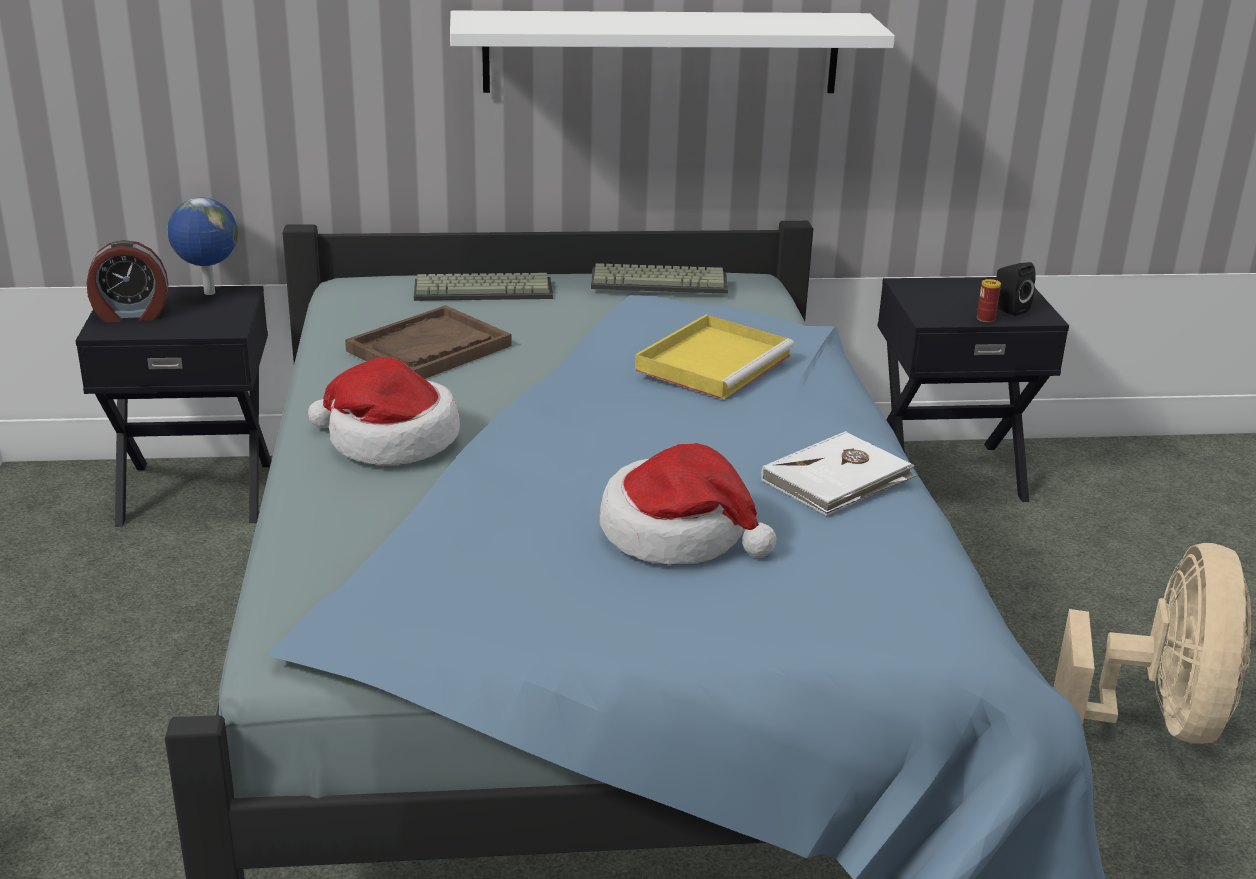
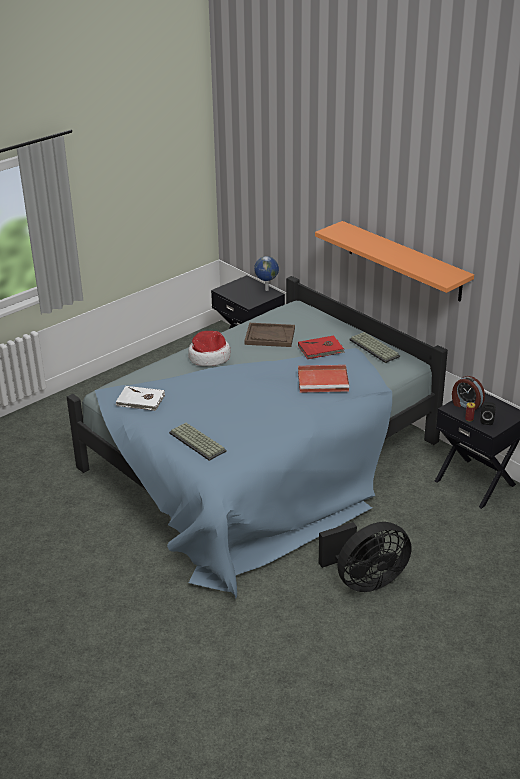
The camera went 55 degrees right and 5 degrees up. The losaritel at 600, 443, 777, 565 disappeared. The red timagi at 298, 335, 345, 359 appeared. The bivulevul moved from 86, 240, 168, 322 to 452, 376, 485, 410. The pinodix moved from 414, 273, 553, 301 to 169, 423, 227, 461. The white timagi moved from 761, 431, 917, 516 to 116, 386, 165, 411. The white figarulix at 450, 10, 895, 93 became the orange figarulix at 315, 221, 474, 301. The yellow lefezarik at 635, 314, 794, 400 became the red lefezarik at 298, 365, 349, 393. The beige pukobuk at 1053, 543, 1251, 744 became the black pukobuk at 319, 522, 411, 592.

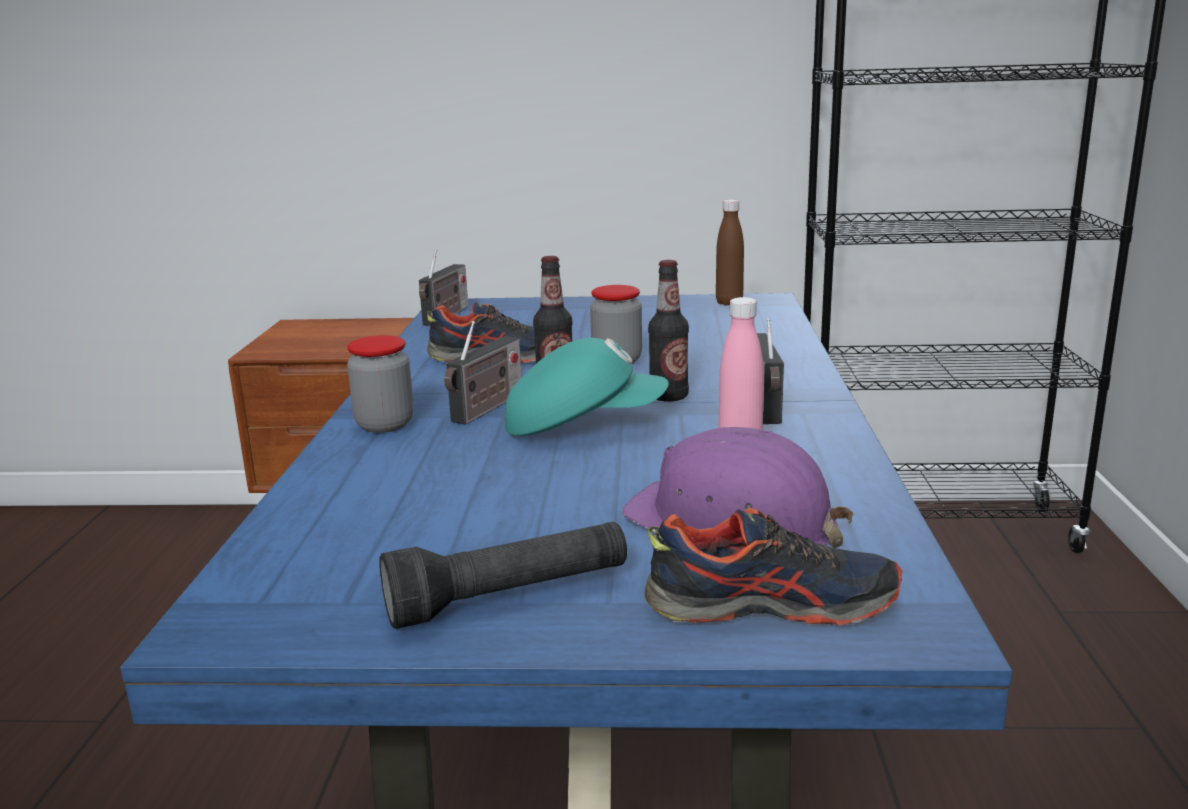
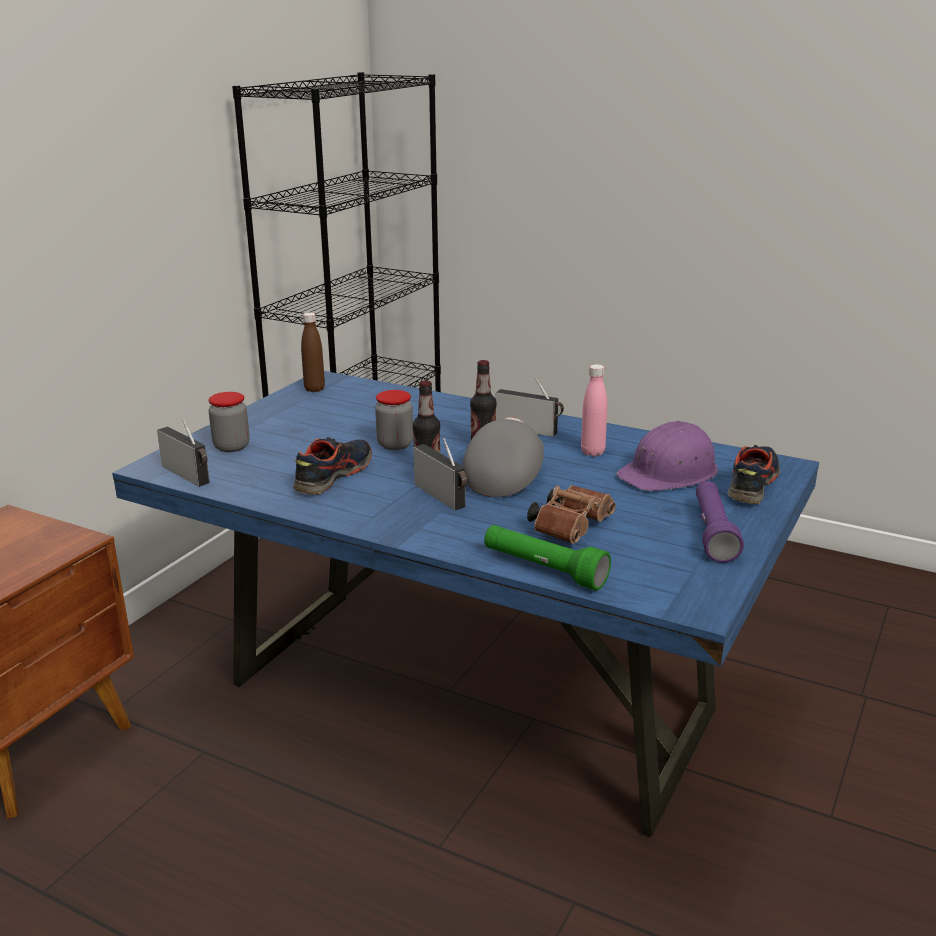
The camera went 65 degrees left and 5 degrees up. The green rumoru at 484, 525, 611, 591 appeared. The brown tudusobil at 527, 485, 616, 544 appeared. The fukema moved from 347, 335, 414, 433 to 208, 392, 250, 452. The black rumoru at 379, 522, 627, 629 became the purple rumoru at 696, 481, 744, 563. The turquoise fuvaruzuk at 505, 338, 669, 436 became the grey fuvaruzuk at 463, 417, 544, 497.

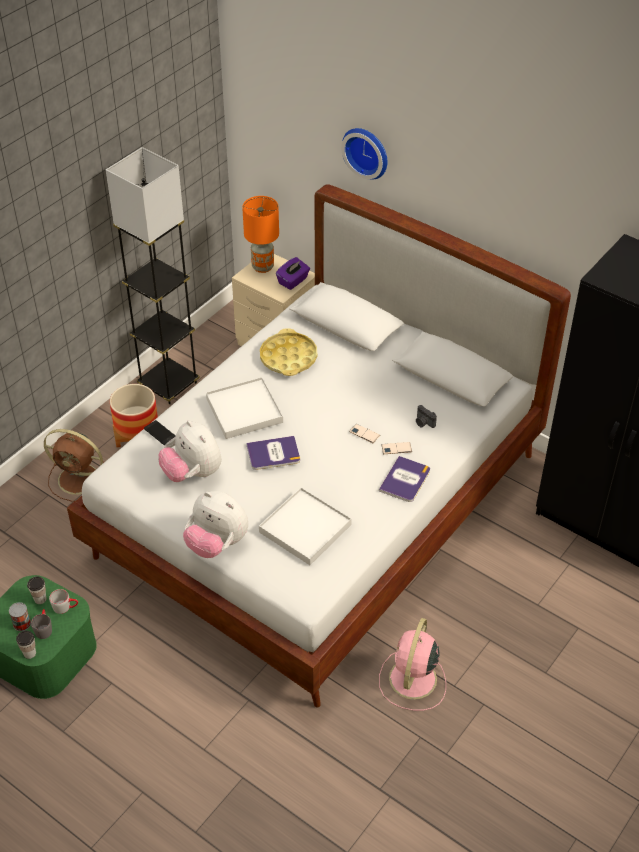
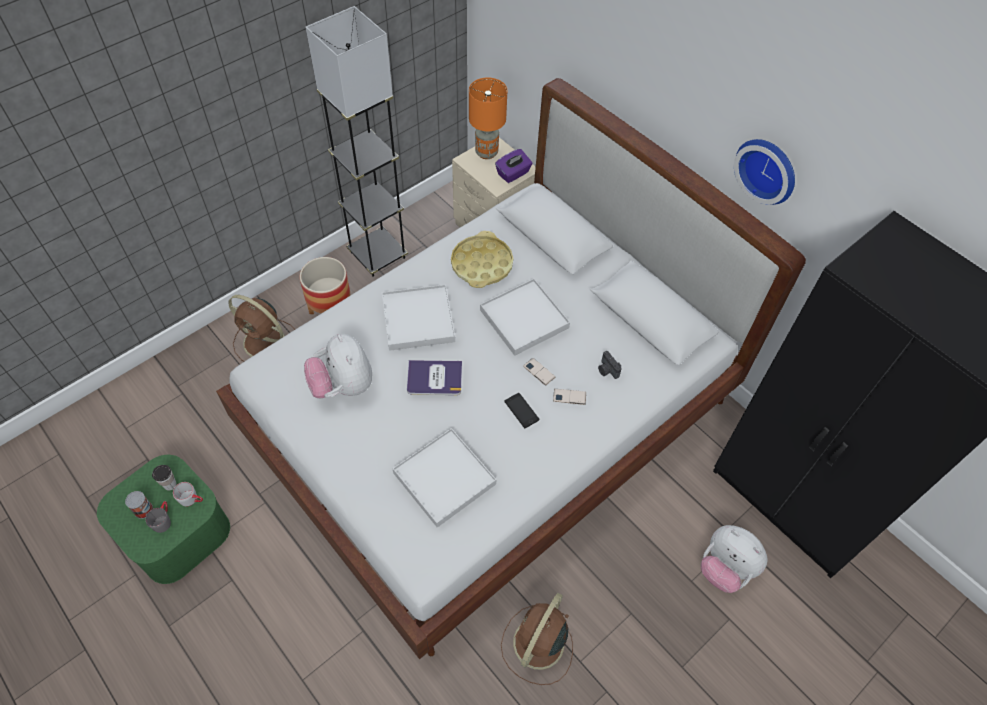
The camera went 10 degrees right and 10 degrees up. The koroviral at 16, 631, 36, 659 disappeared. The timagi at 379, 456, 430, 502 disappeared. The white lefezarik at 480, 278, 570, 356 appeared. The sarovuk moved from 144, 420, 176, 445 to 504, 393, 539, 428. The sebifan moved from 183, 491, 248, 558 to 701, 525, 768, 593. The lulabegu moved from 341, 128, 388, 179 to 734, 139, 795, 205. The pink pukobuk at 379, 618, 446, 711 became the brown pukobuk at 501, 593, 573, 685.

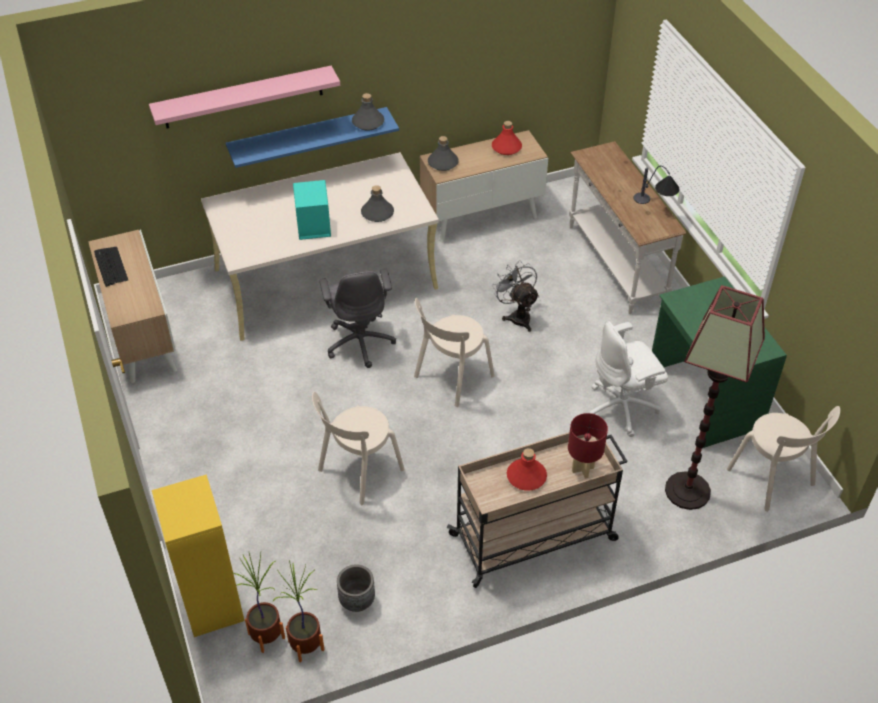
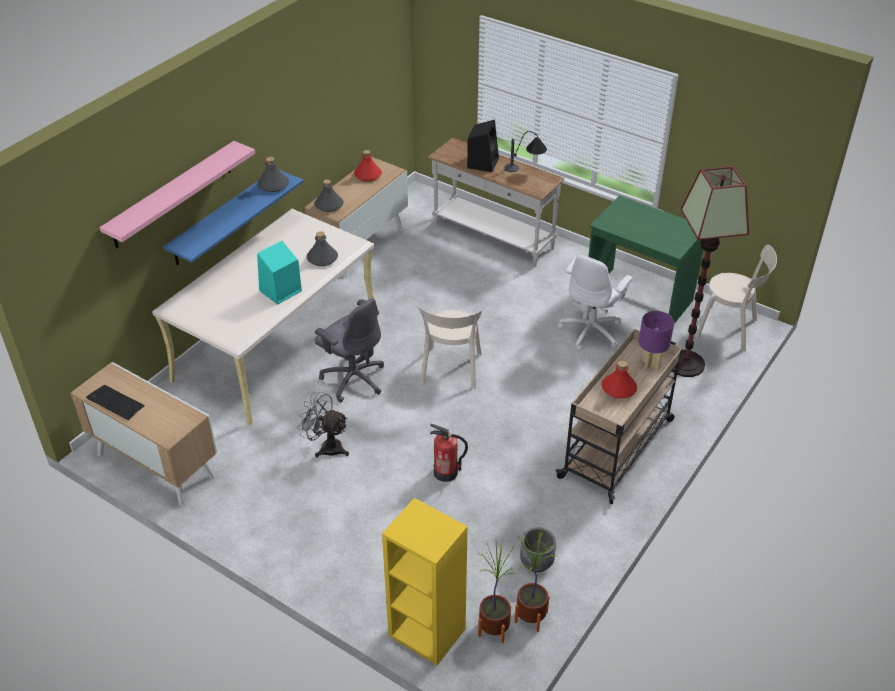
The camera went 35 degrees left and 5 degrees down. The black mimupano at 467, 120, 499, 172 appeared. The grey pukobuk moved from 492, 261, 539, 332 to 297, 392, 349, 458. The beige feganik at 312, 391, 405, 505 was replaced by the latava at 430, 424, 468, 482. The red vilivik at 568, 413, 608, 479 became the purple vilivik at 639, 311, 674, 370.

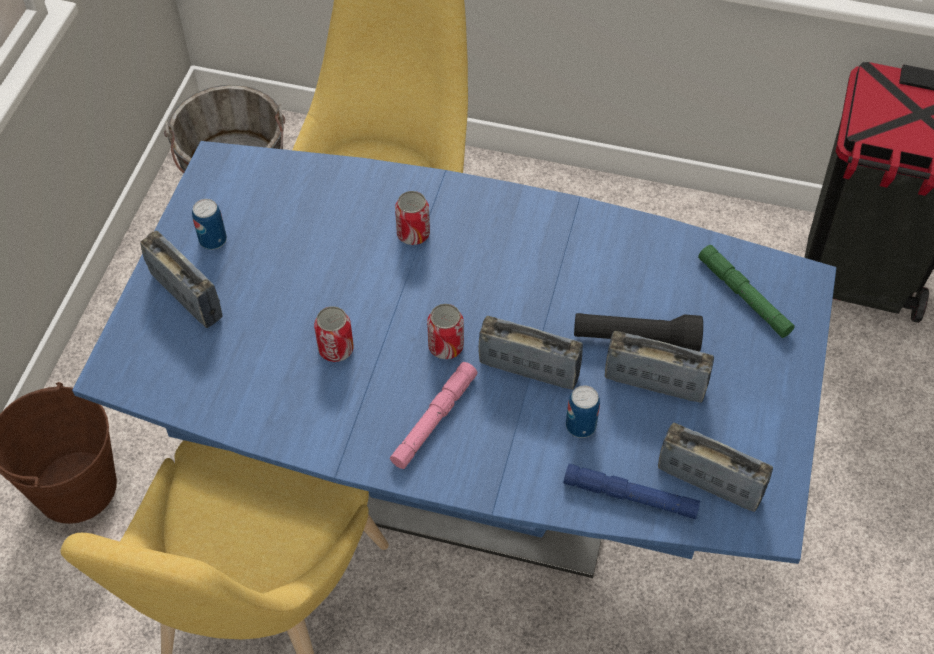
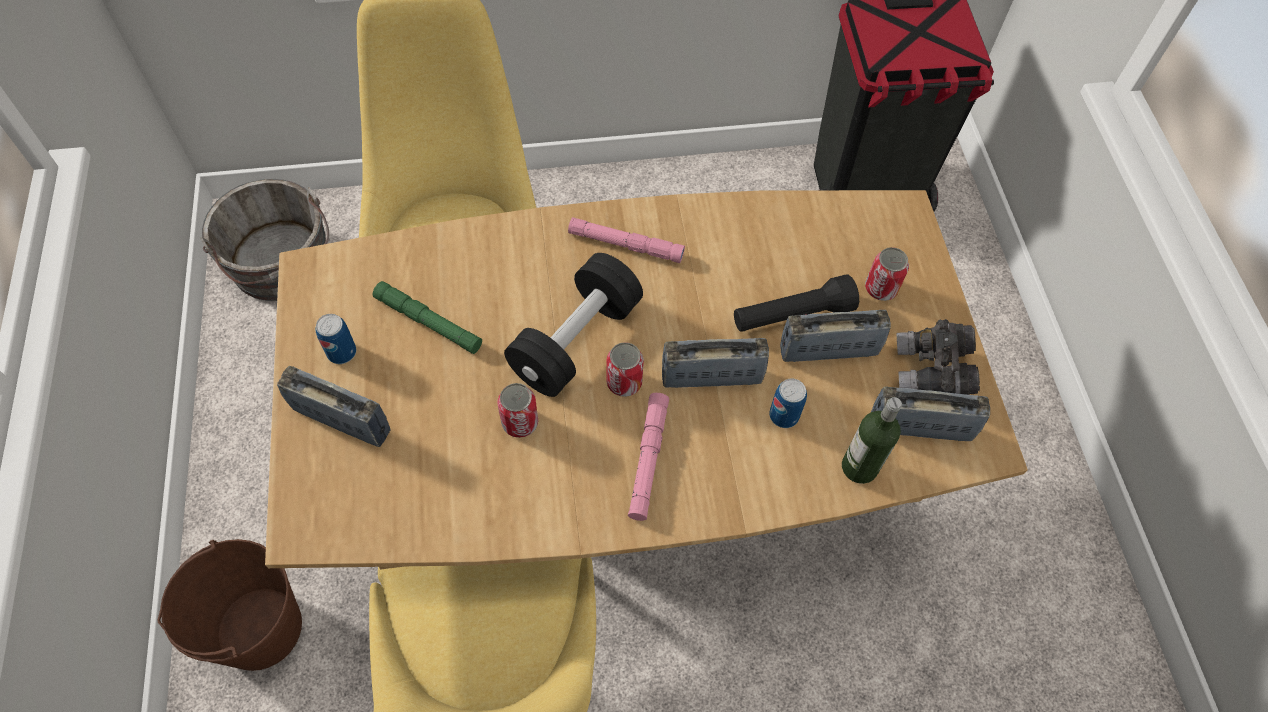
The camera went 25 degrees left and 5 degrees up. The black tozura at 504, 253, 643, 397 appeared. The pink rumoru at 568, 217, 685, 263 appeared. The grey tudusobil at 896, 319, 980, 395 appeared. The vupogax moved from 395, 191, 430, 245 to 865, 247, 909, 301. The green rumoru moved from 698, 245, 795, 338 to 373, 281, 482, 354. The blue rumoru at 563, 464, 700, 519 was replaced by the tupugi at 842, 397, 902, 484. The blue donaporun at 72, 141, 836, 578 became the brown donaporun at 265, 190, 1028, 569.

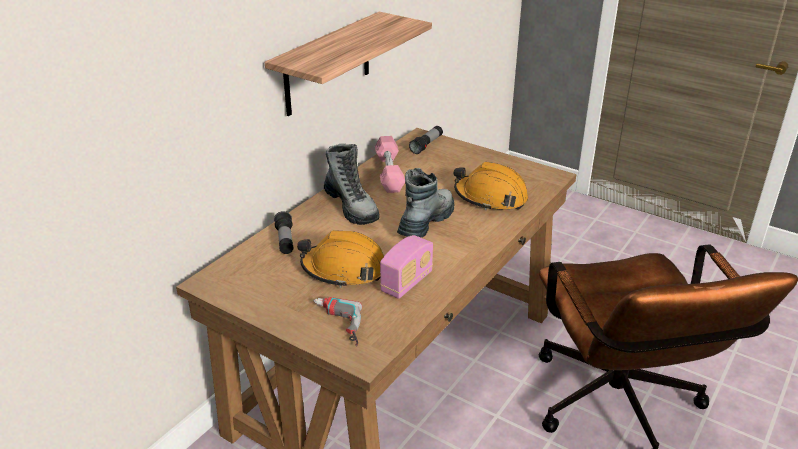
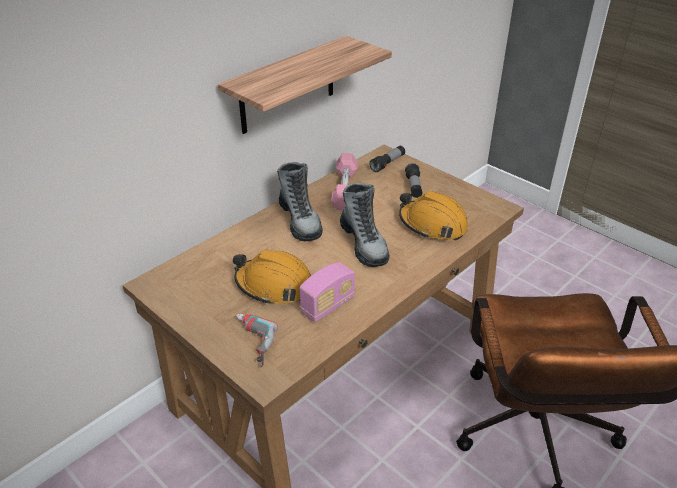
The camera went 10 degrees right and 5 degrees up. The rumoru moved from 274, 211, 293, 254 to 405, 163, 422, 198. The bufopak at 397, 168, 454, 238 turned 120 degrees clockwise.

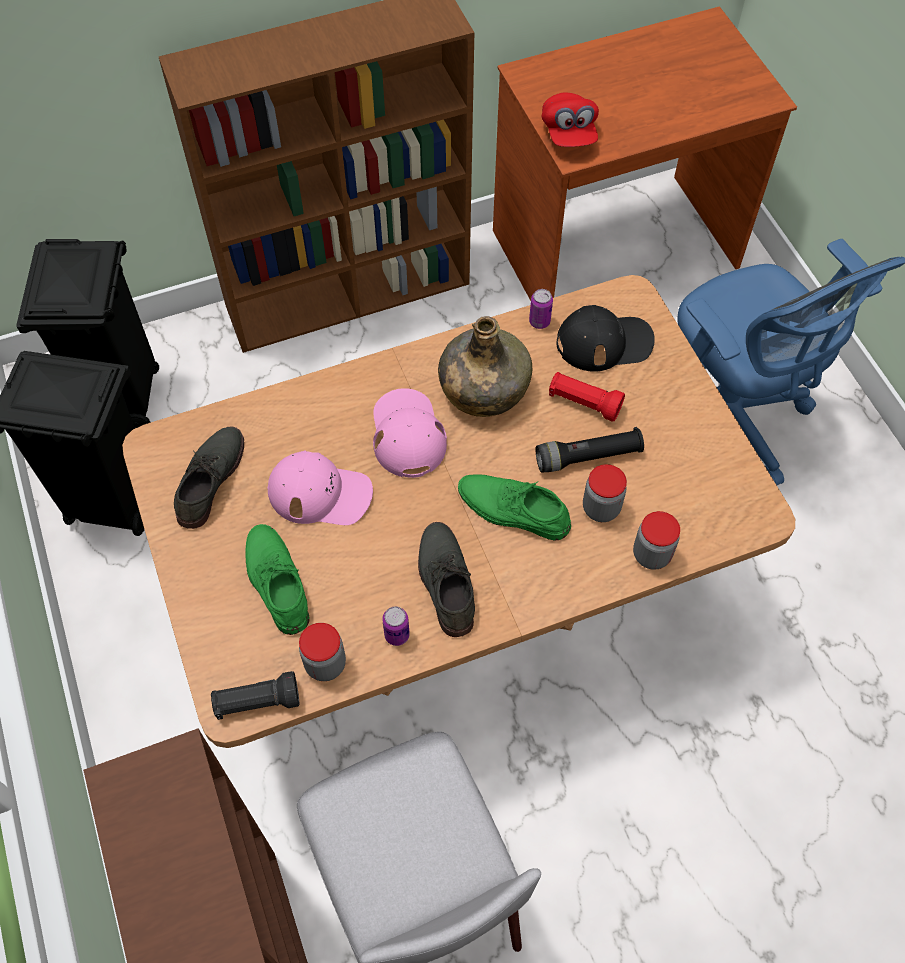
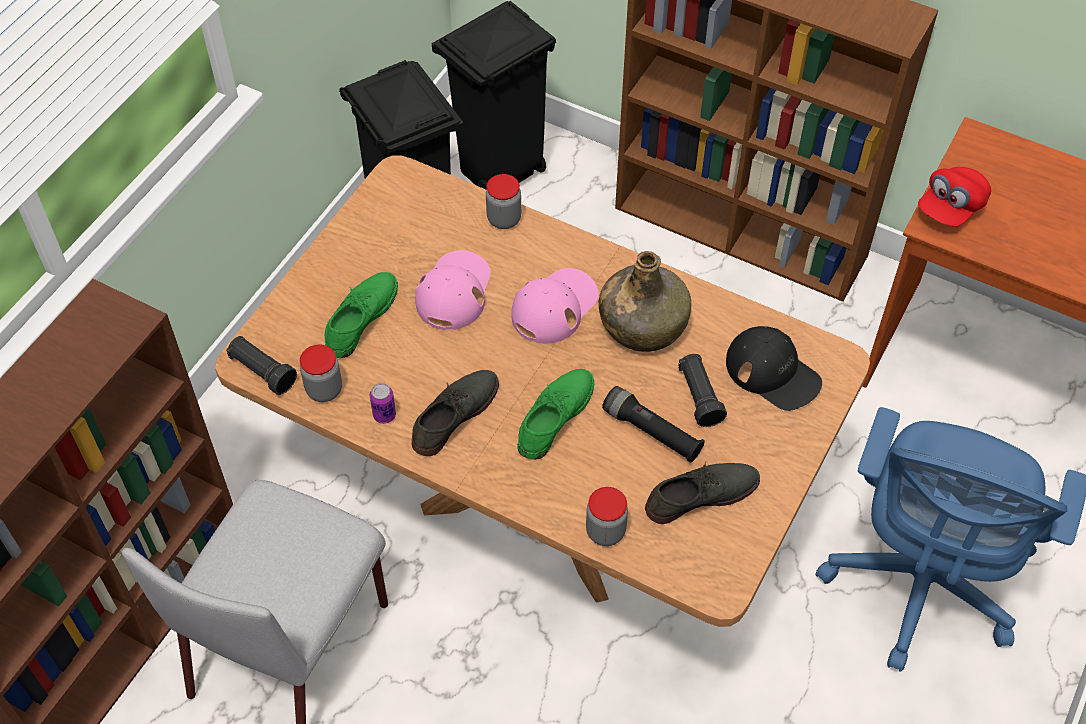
The camera went 50 degrees right and 5 degrees down. The vupogax at 529, 289, 553, 329 disappeared. The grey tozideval moved from 174, 426, 244, 529 to 645, 462, 760, 524. The fukema moved from 583, 464, 627, 522 to 486, 174, 521, 229. The red rumoru at 549, 372, 625, 422 became the black rumoru at 678, 354, 727, 427. The pink fuvaruzuk at 268, 450, 373, 525 turned 135 degrees counterclockwise. The green tozideval at 458, 474, 571, 540 turned 45 degrees clockwise.

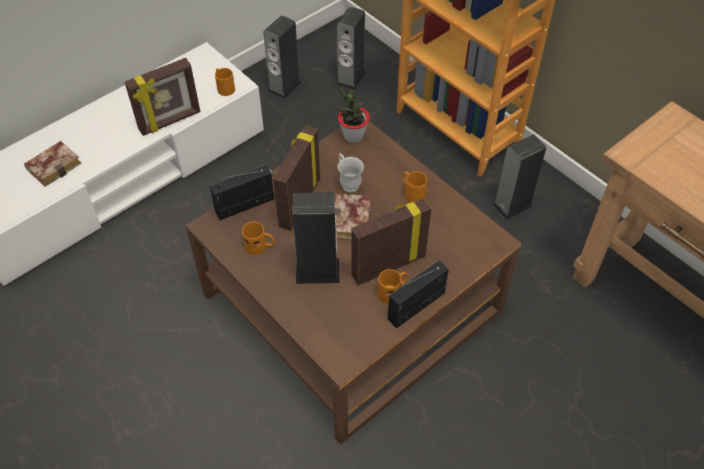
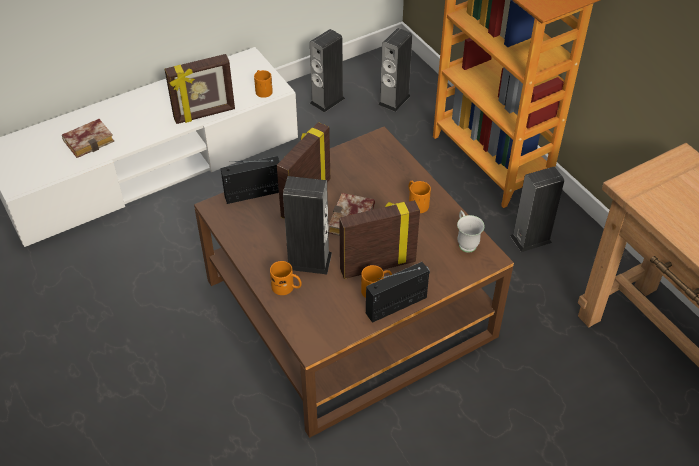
The camera went 10 degrees right and 5 degrees down. The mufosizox at 337, 88, 370, 143 disappeared. The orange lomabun moved from 242, 222, 275, 255 to 270, 261, 302, 295. The white lomabun moved from 338, 153, 364, 193 to 457, 210, 485, 253.

